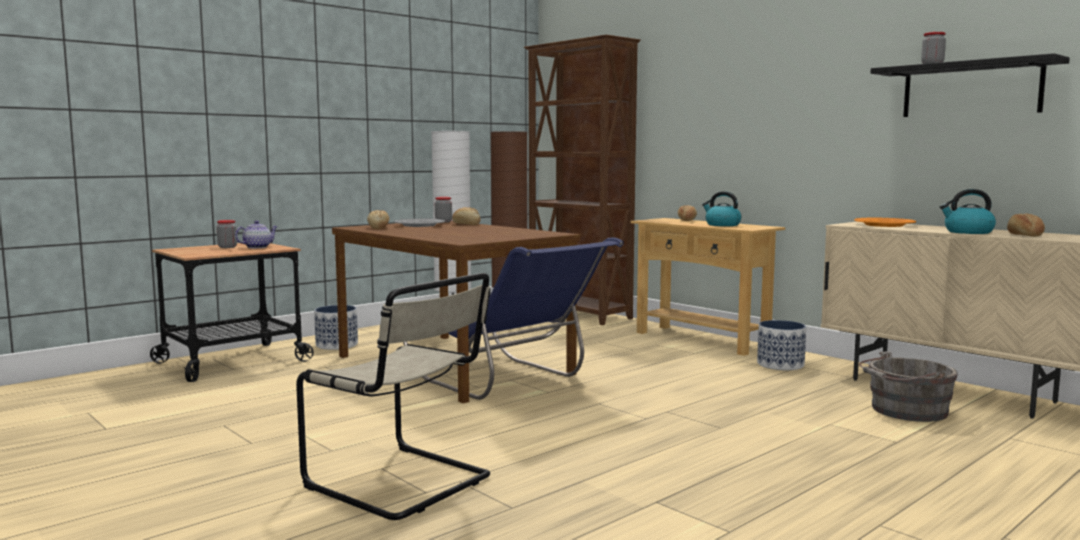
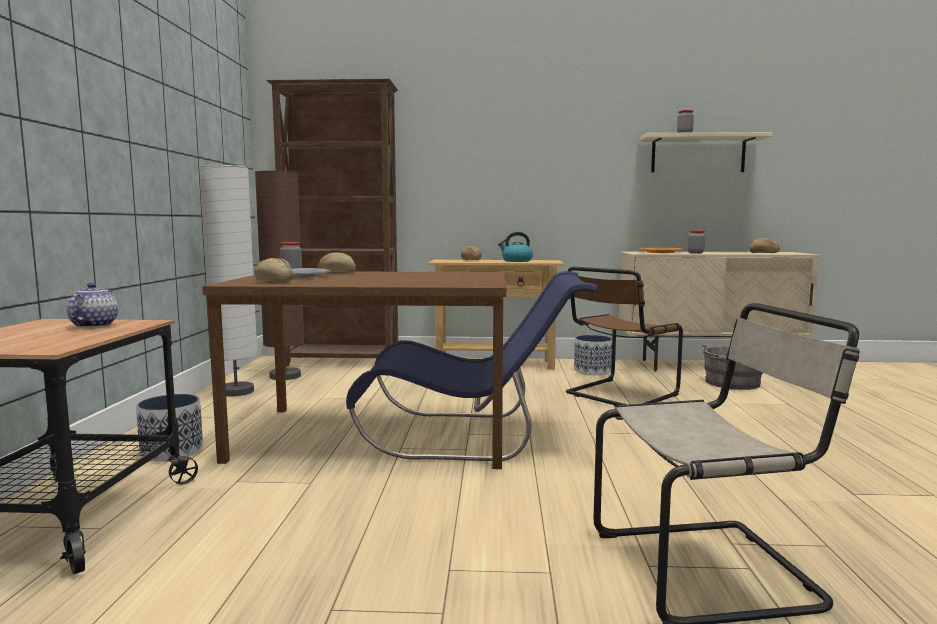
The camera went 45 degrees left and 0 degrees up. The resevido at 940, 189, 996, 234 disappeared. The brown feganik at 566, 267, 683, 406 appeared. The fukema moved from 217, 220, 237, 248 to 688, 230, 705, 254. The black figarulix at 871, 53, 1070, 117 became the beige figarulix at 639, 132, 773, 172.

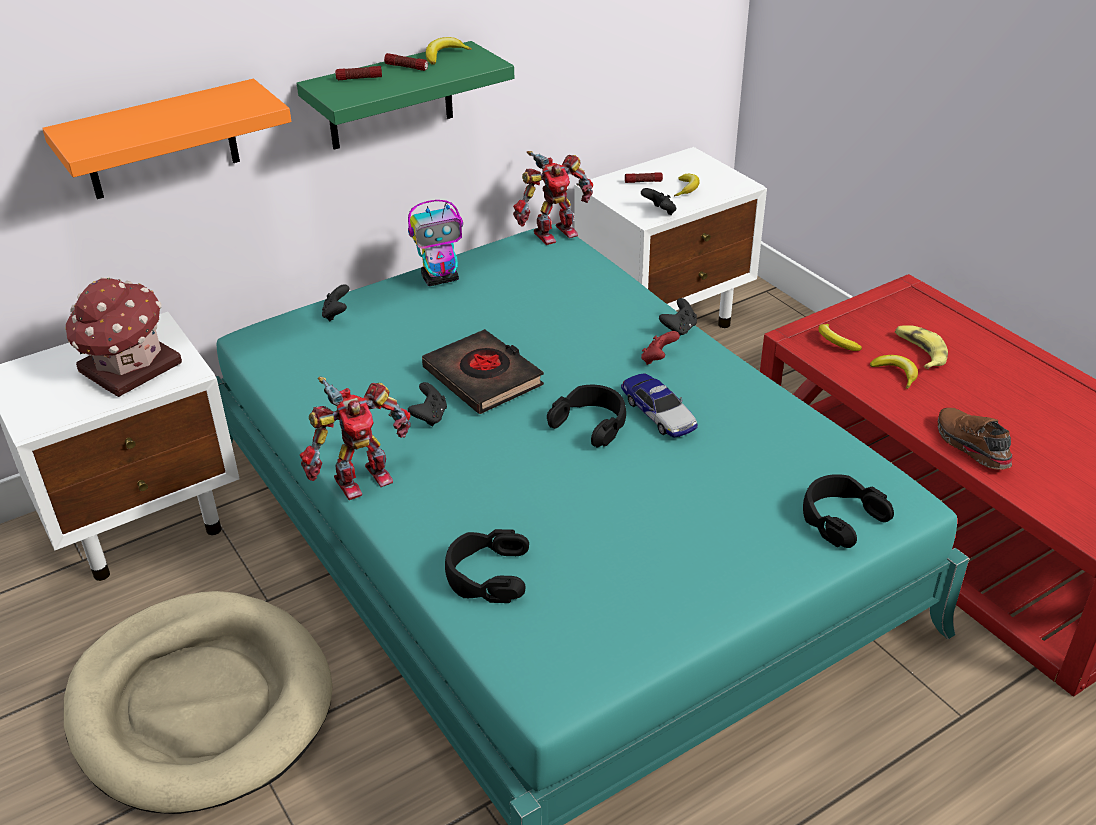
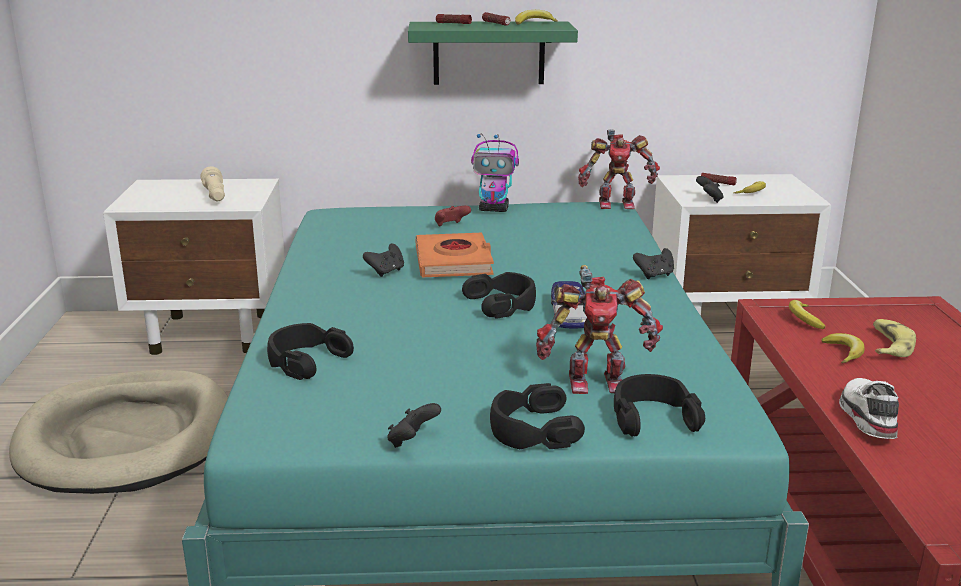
The camera went 30 degrees right and 15 degrees down. The orange figarulix at 42, 79, 291, 199 disappeared. The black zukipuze at 490, 383, 585, 449 appeared. The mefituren moved from 300, 377, 411, 500 to 536, 265, 663, 394. The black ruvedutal moved from 322, 284, 349, 322 to 387, 403, 441, 448. The red ruvedutal moved from 641, 331, 680, 365 to 435, 206, 471, 226. The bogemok at 65, 277, 182, 397 was replaced by the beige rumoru at 200, 166, 225, 201. The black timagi at 422, 329, 544, 414 became the orange timagi at 415, 232, 494, 277. The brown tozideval at 938, 408, 1012, 470 became the white tozideval at 839, 378, 899, 439.

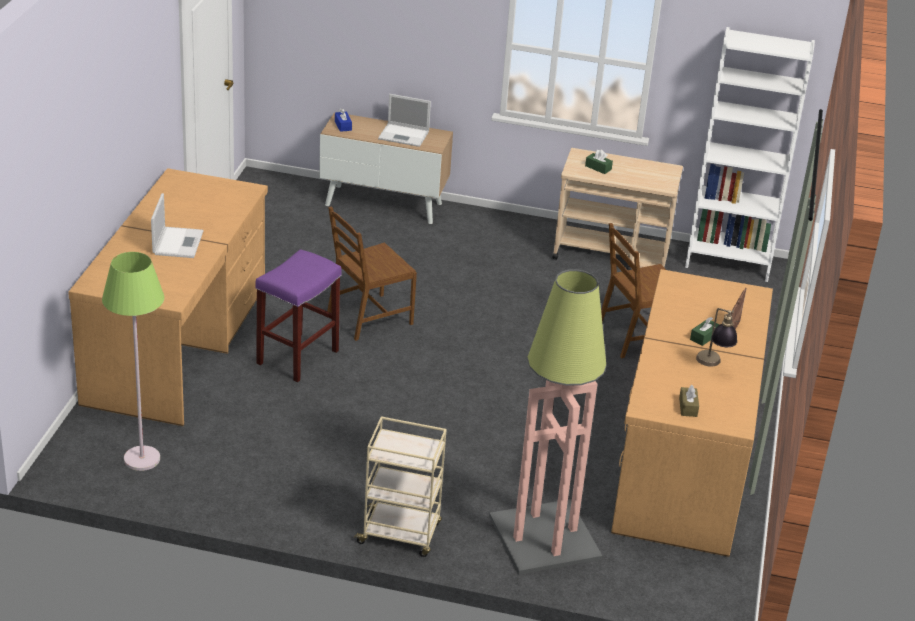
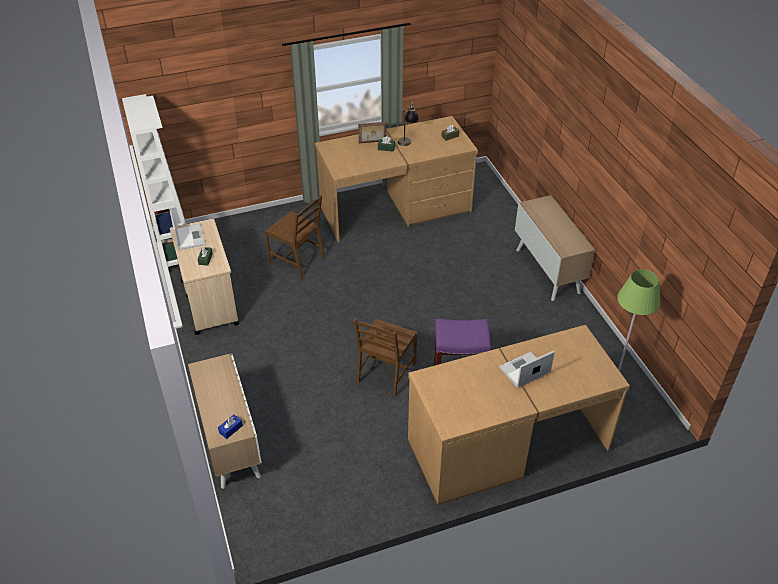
The camera went 120 degrees left and 10 degrees up. The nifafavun at 489, 269, 607, 575 disappeared. The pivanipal moved from 378, 94, 431, 147 to 169, 209, 205, 250. The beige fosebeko at 353, 416, 447, 557 was replaced by the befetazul at 515, 195, 595, 301. The brown feganik at 327, 207, 417, 341 turned 90 degrees clockwise.

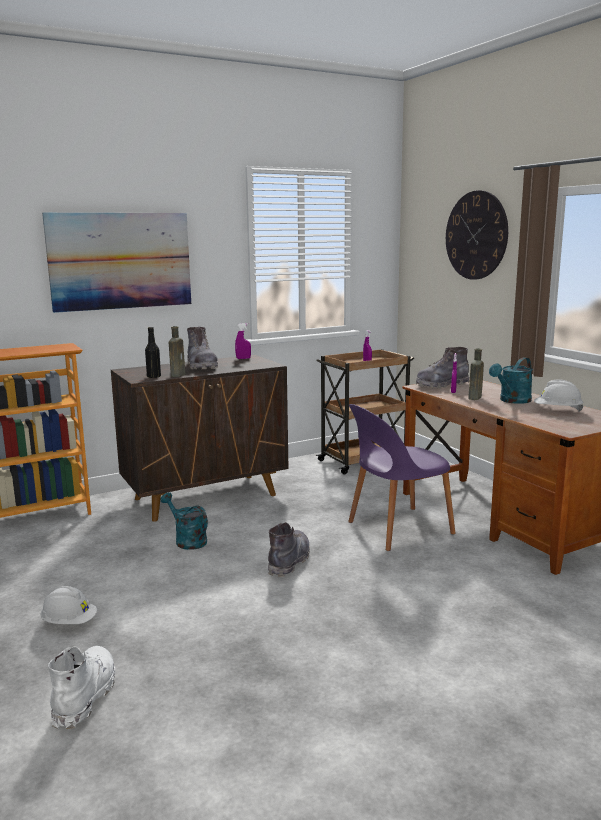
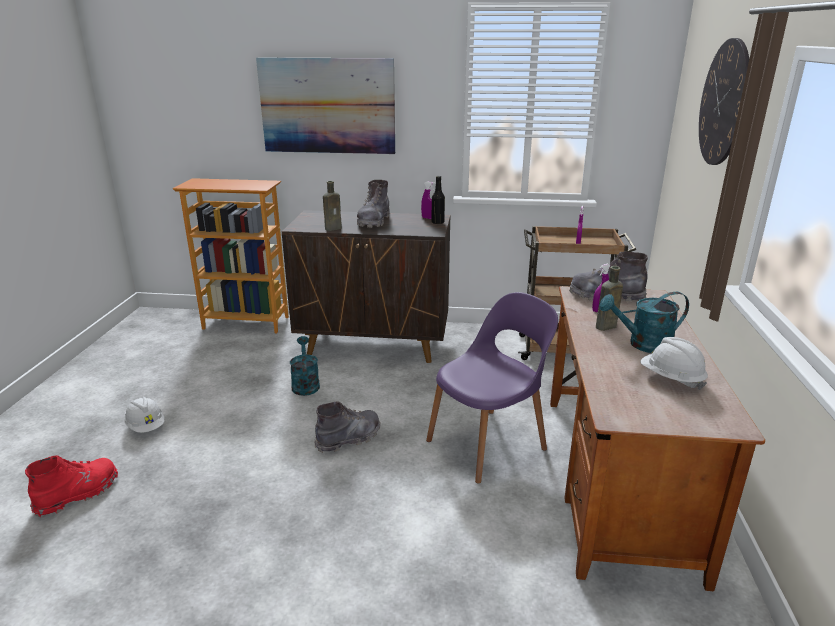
The camera went 35 degrees right and 10 degrees up. The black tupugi moved from 145, 327, 161, 378 to 432, 176, 445, 224. The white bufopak at 48, 646, 115, 729 became the red bufopak at 25, 455, 118, 517. The purple feganik at 348, 404, 456, 551 turned 135 degrees clockwise.

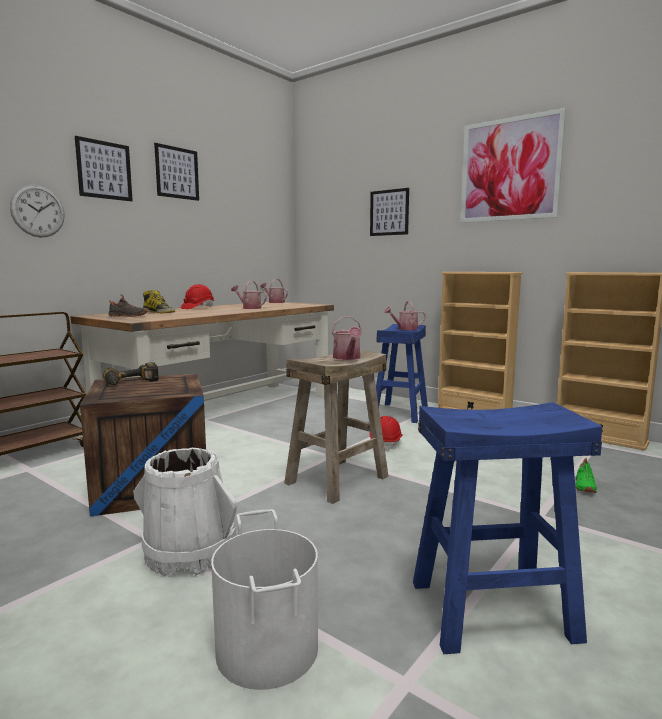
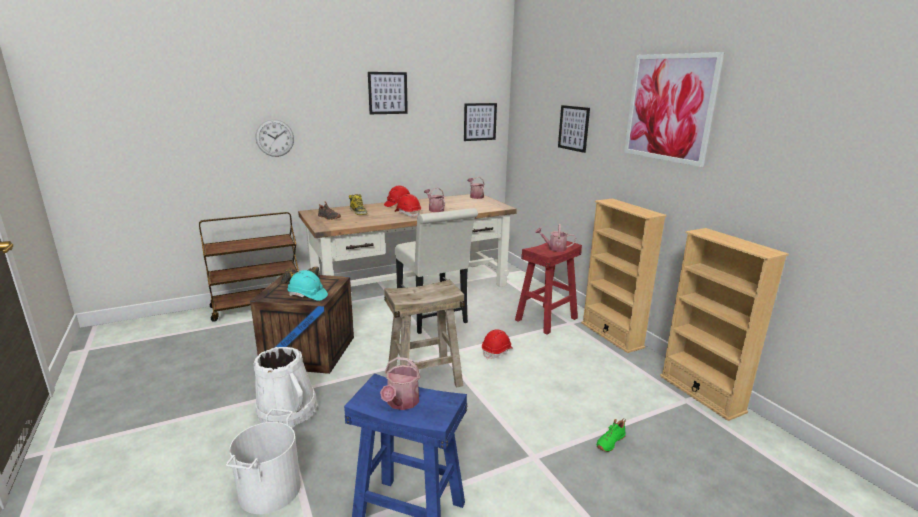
The camera went 25 degrees right and 10 degrees up. The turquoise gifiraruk at 287, 270, 328, 301 appeared. The red gifiraruk at 395, 194, 421, 217 appeared. The white feganik at 395, 208, 478, 334 appeared. The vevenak moved from 75, 136, 133, 201 to 464, 103, 497, 141. The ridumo moved from 331, 316, 362, 360 to 380, 357, 421, 410. The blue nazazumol at 376, 324, 428, 423 became the red nazazumol at 515, 241, 582, 334.

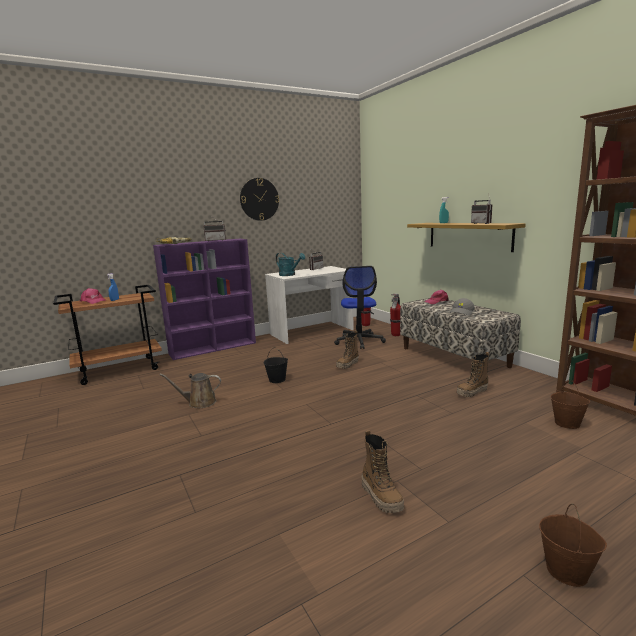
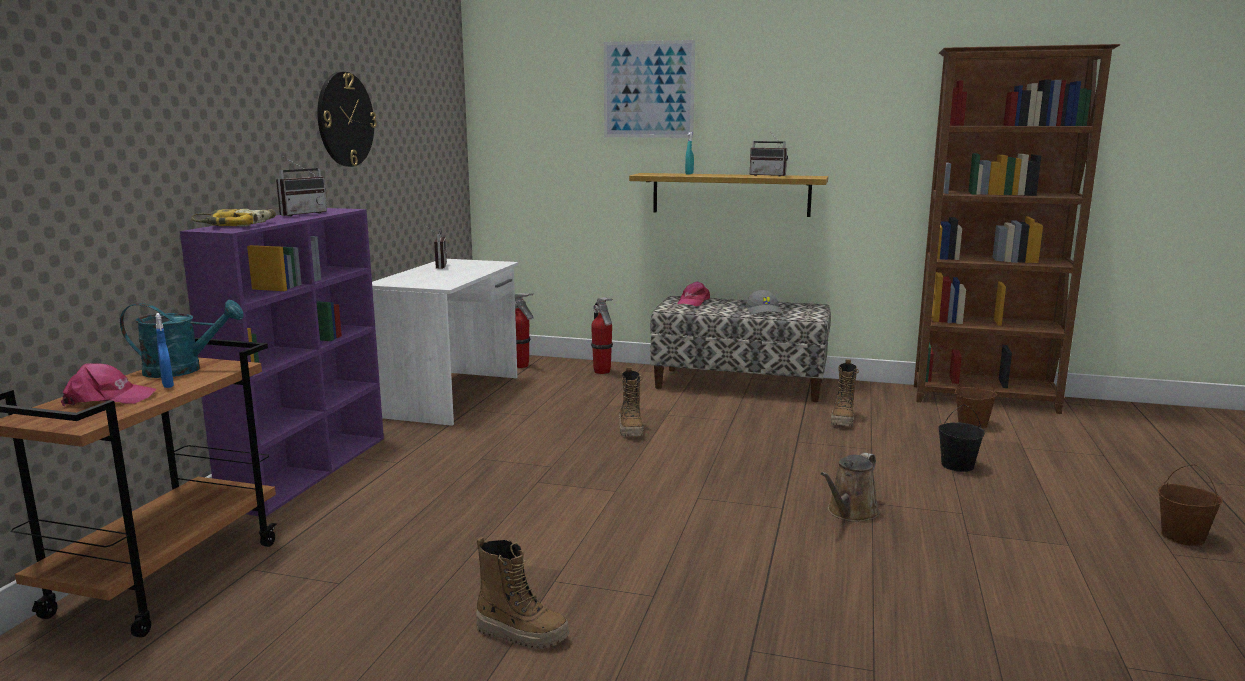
The camera went 45 degrees left and 0 degrees up. The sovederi at 334, 266, 386, 349 disappeared. The vevenak at 604, 40, 695, 138 appeared. The brown ridumo moved from 159, 373, 221, 408 to 821, 453, 880, 522. The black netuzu moved from 264, 347, 288, 383 to 938, 404, 985, 472. The turquoise ridumo moved from 276, 253, 305, 276 to 120, 300, 243, 378. The bufopak moved from 361, 430, 404, 513 to 477, 537, 569, 649.

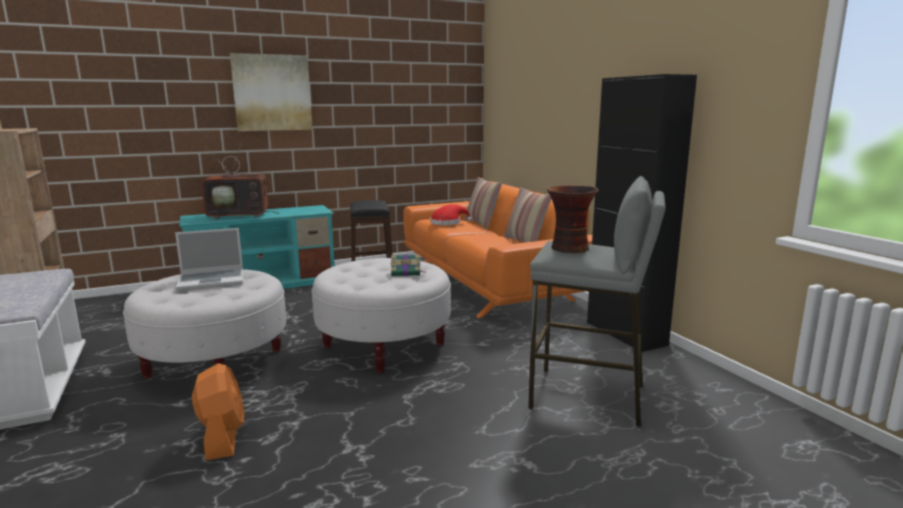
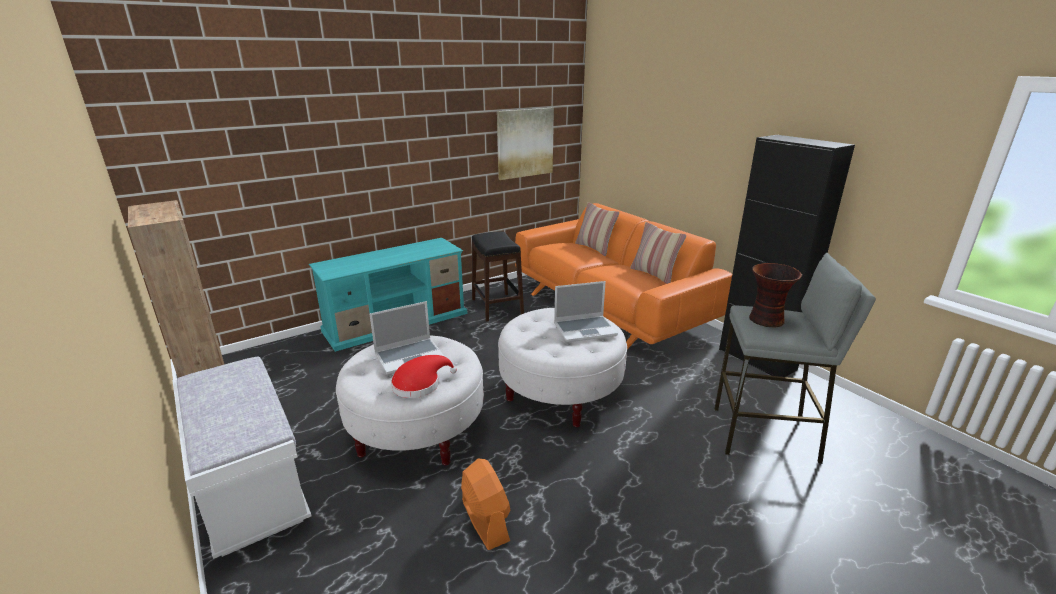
The camera went 10 degrees left and 10 degrees up. The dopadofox at 201, 141, 279, 219 disappeared. The vevenak moved from 230, 53, 313, 131 to 497, 108, 554, 180. The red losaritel moved from 430, 204, 472, 225 to 391, 355, 457, 398. The timagi at 391, 254, 426, 276 was replaced by the pivanipal at 554, 281, 618, 342.

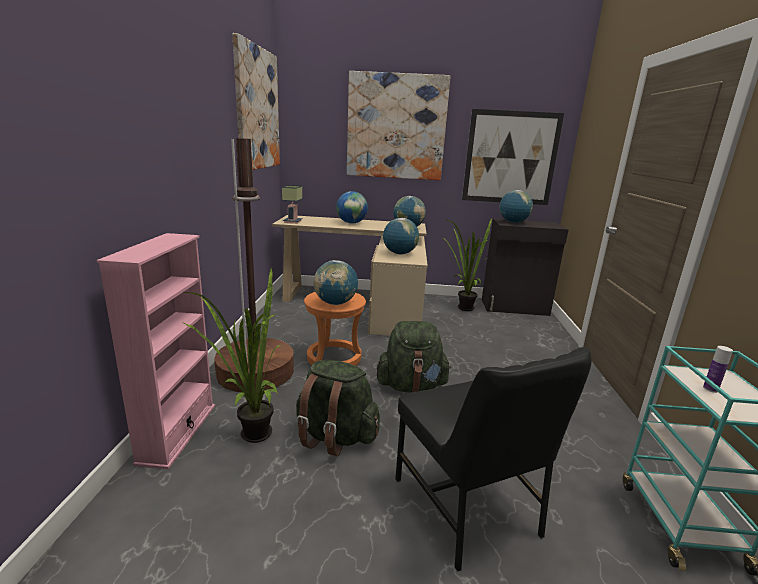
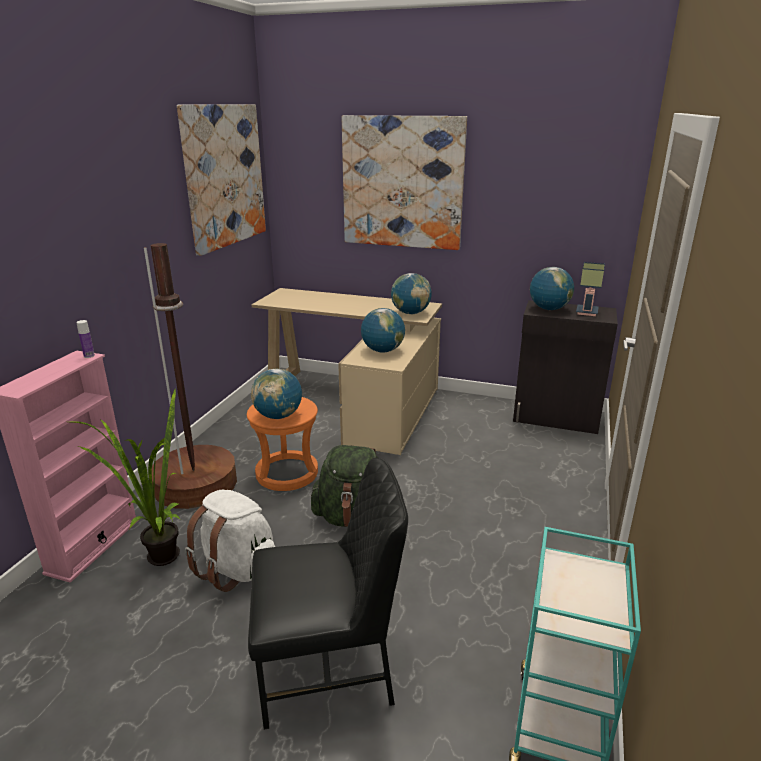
The camera went 15 degrees right and 5 degrees up. The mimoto at 336, 191, 368, 223 disappeared. The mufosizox at 442, 218, 492, 311 disappeared. The vevenak at 462, 109, 564, 205 disappeared. The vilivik moved from 282, 185, 303, 224 to 576, 262, 605, 316. The tupugi moved from 703, 346, 733, 393 to 76, 320, 95, 358. The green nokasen at 296, 360, 380, 456 became the white nokasen at 185, 490, 275, 592. The black feganik at 395, 347, 592, 572 turned 90 degrees counterclockwise.

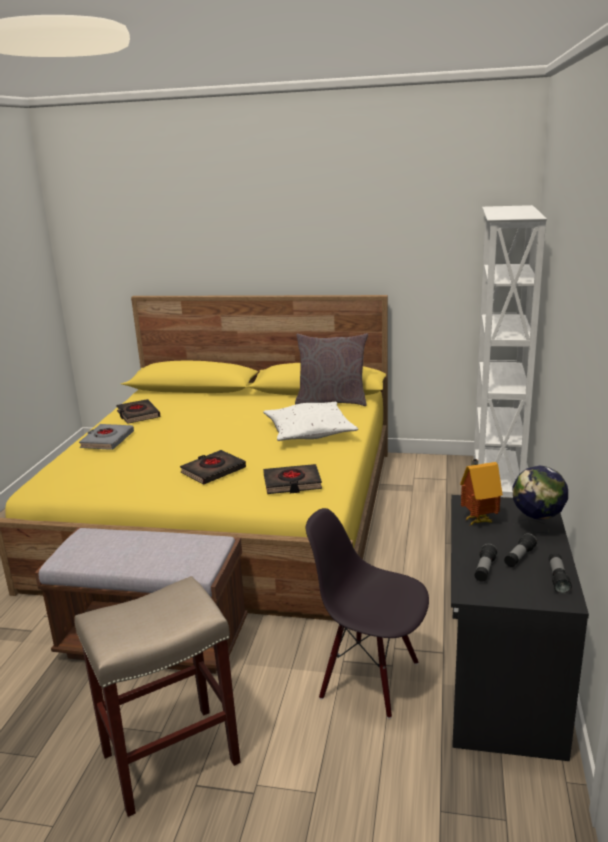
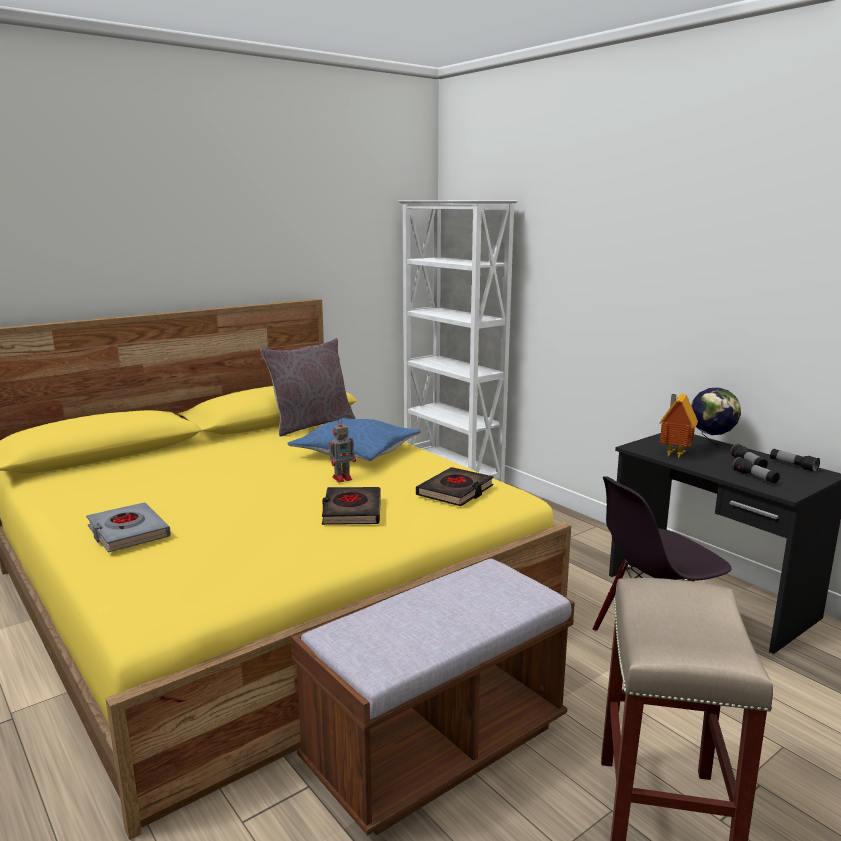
The camera went 50 degrees left and 5 degrees down. The black timagi at 116, 399, 160, 424 disappeared. The mefituren at 329, 419, 356, 483 appeared. The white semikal at 263, 402, 358, 441 became the blue semikal at 287, 418, 421, 461.

